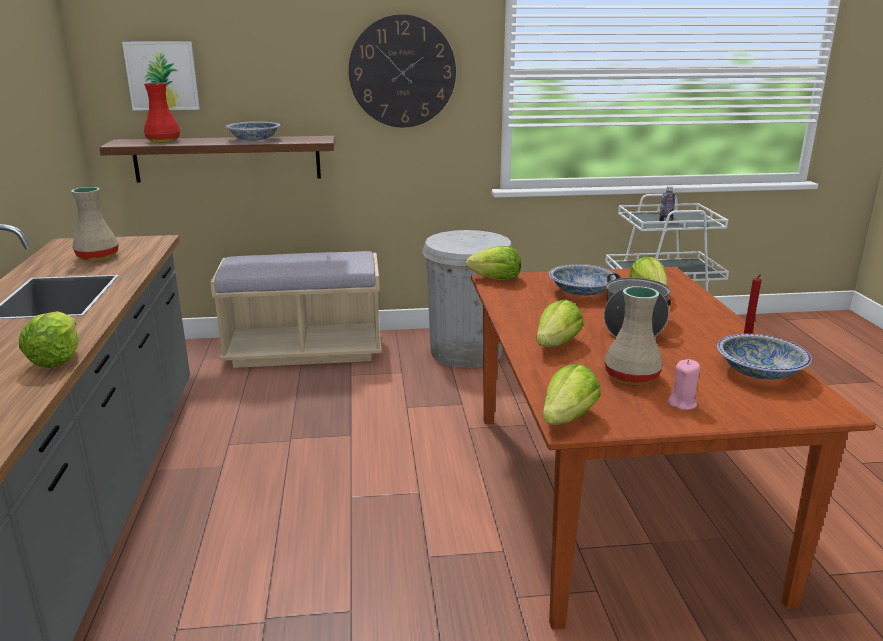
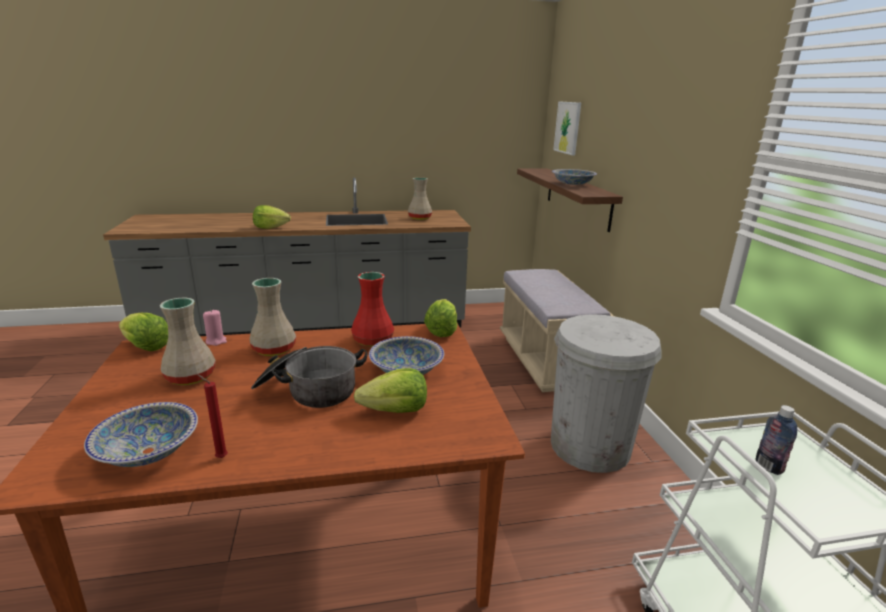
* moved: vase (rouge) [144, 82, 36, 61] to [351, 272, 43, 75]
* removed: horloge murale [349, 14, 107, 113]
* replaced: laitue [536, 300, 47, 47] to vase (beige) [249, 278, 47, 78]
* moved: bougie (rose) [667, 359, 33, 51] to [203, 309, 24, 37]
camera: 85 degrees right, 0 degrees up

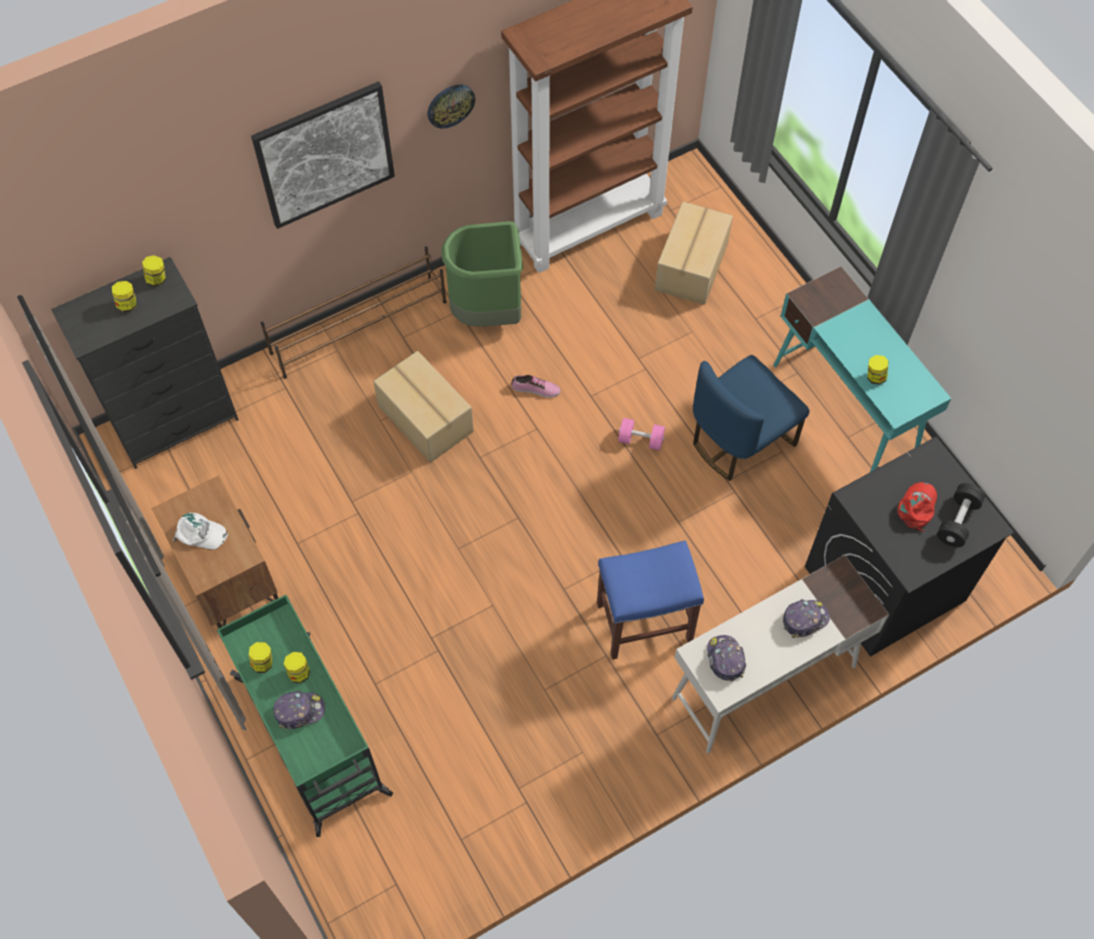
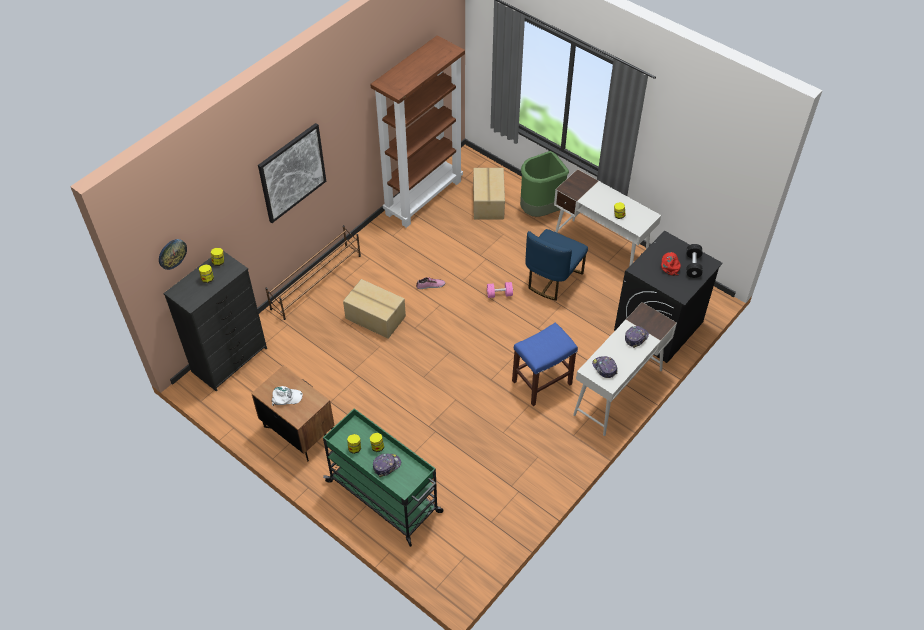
* moved: horloge murale [427, 85, 48, 44] to [159, 239, 28, 31]
* moved: poubelle (vert) [441, 221, 82, 106] to [520, 151, 49, 66]
* recoloured: bureau (turquoise) [773, 266, 178, 206] to bureau (blanc) [554, 169, 107, 98]
camera: 20 degrees left, 10 degrees down

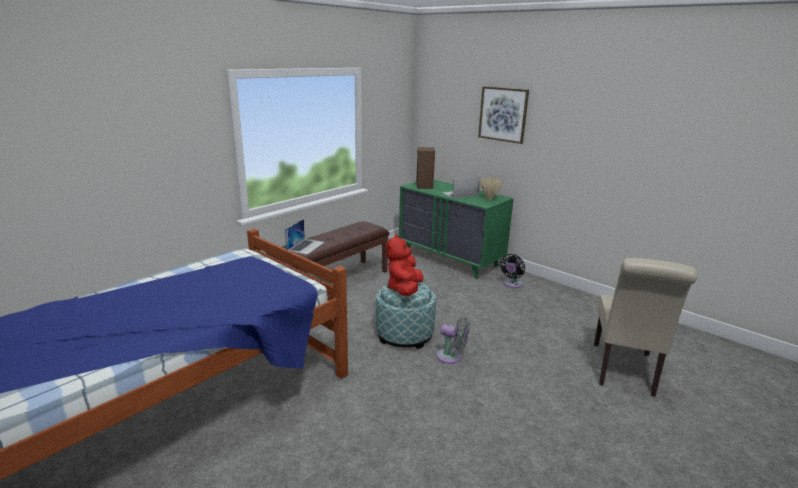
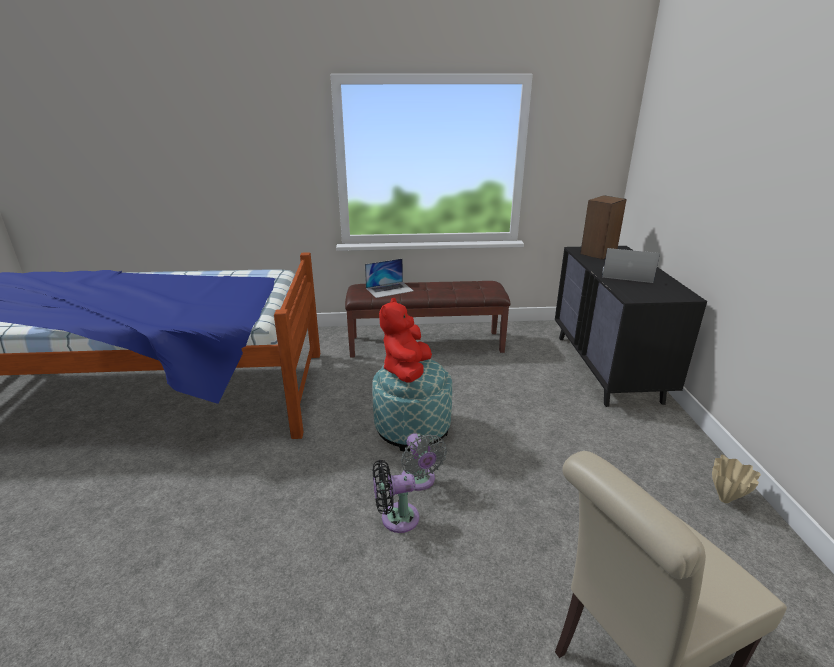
* turned: peluche (rouge) [386, 234, 38, 62] = [379, 298, 53, 85] 45 degrees counterclockwise
* recoloured: commode (vert) [399, 180, 115, 99] to commode (noir) [555, 246, 152, 161]
* removed: tableau [478, 86, 51, 58]
* moved: vase (beige) [480, 178, 22, 22] to [712, 455, 49, 48]
* moved: ventilateur (noir) [500, 254, 25, 34] to [373, 460, 46, 73]
camera: 45 degrees right, 5 degrees up

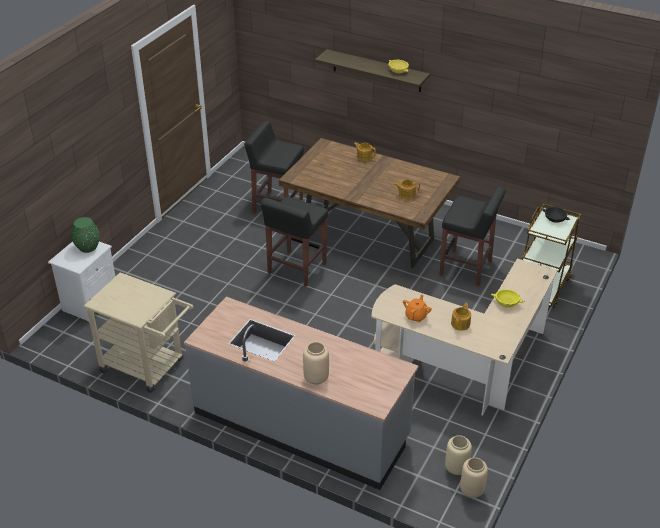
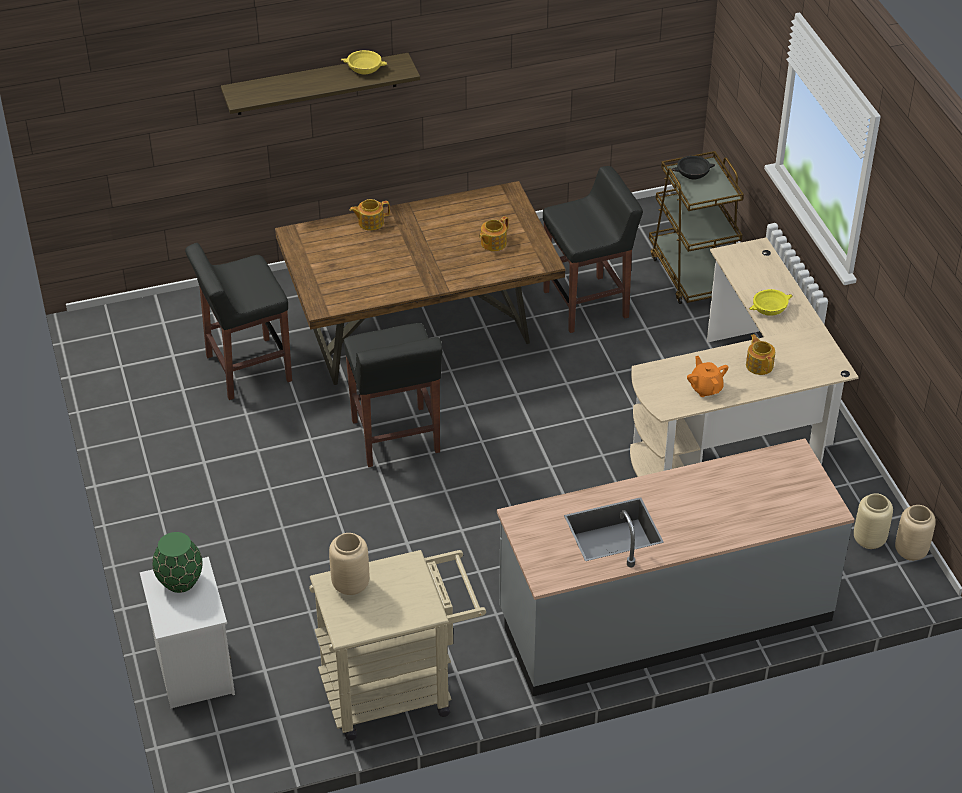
* moved: vase (beige) [303, 342, 26, 43] to [329, 533, 40, 62]
camera: 45 degrees left, 5 degrees up

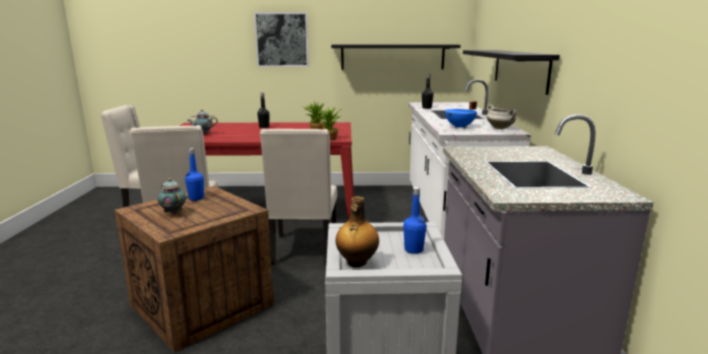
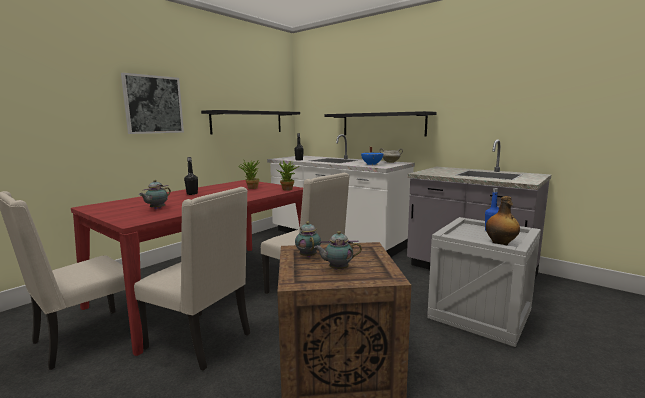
* replaced: bouteille (bleu) [185, 148, 20, 53] to théière [295, 221, 26, 37]
camera: 50 degrees left, 5 degrees down

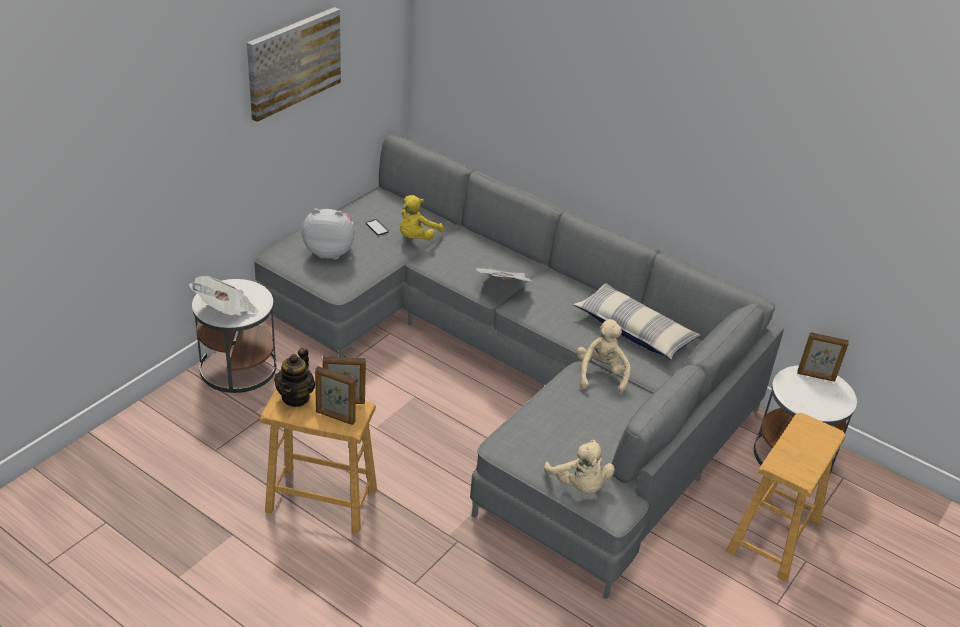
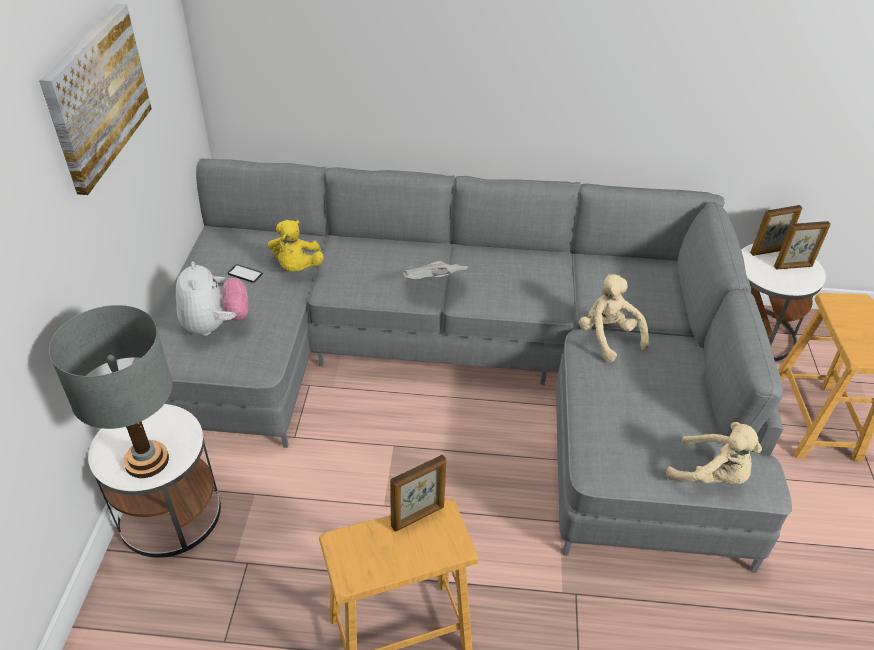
* replaced: journal [189, 276, 70, 40] to lampe de table (gris) [49, 305, 123, 173]
* removed: théière [274, 348, 41, 59]
* turned: peluche [302, 209, 53, 50] = [176, 262, 73, 74] 105 degrees clockwise
* moved: cadre photo [315, 366, 41, 59] to [774, 221, 57, 48]
* removed: coussin [573, 283, 128, 77]
camera: 30 degrees left, 5 degrees up

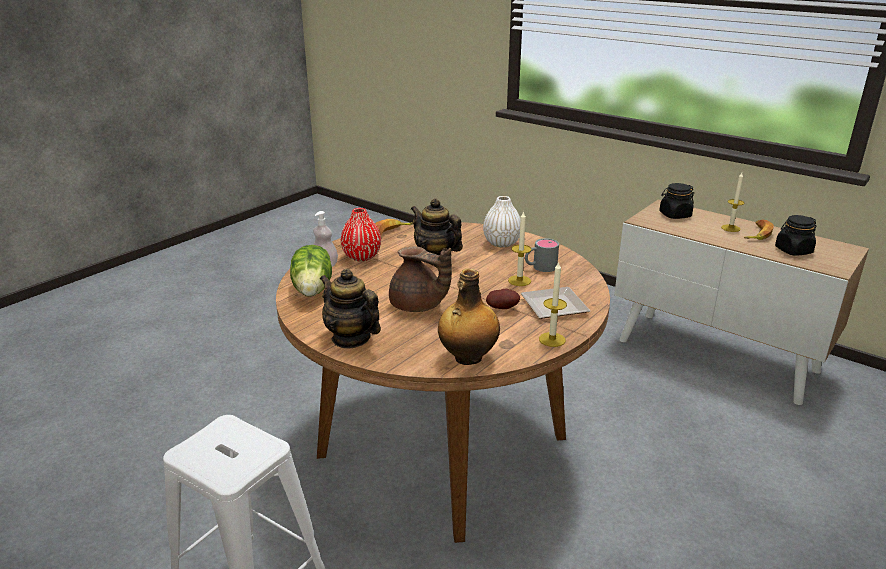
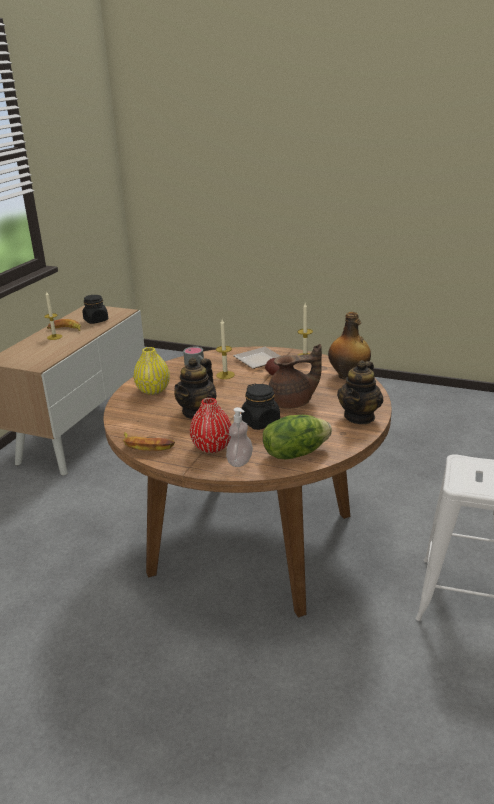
* turned: théière (marron) [389, 246, 63, 66] = [269, 344, 53, 65] 60 degrees clockwise
* recoloured: vase (blanc) [483, 196, 38, 51] to vase (jaune) [133, 347, 37, 48]
* moved: bocal (noir) [659, 183, 35, 36] to [241, 384, 39, 46]
camera: 105 degrees left, 0 degrees up

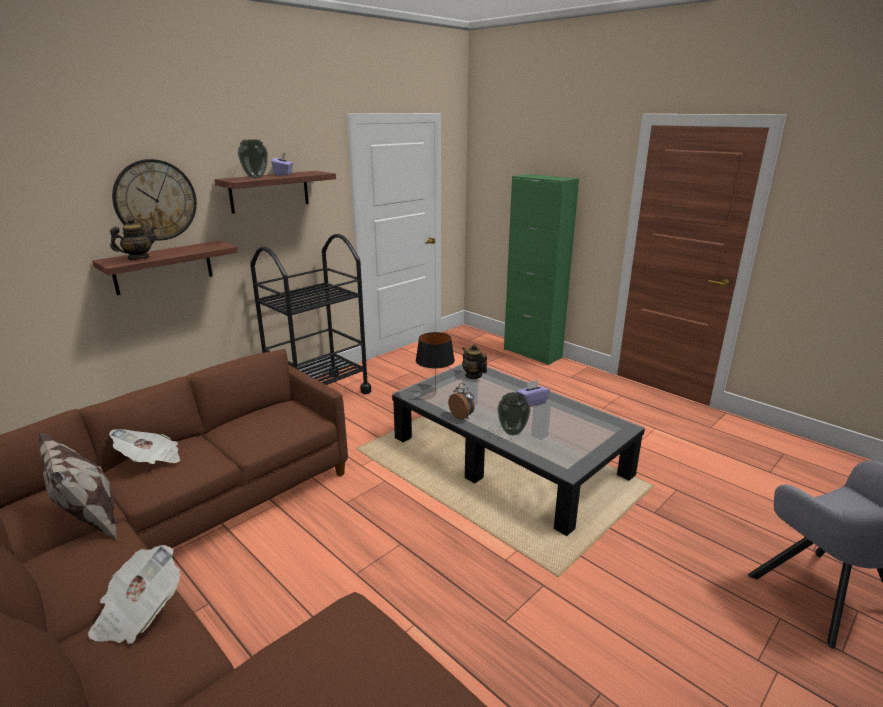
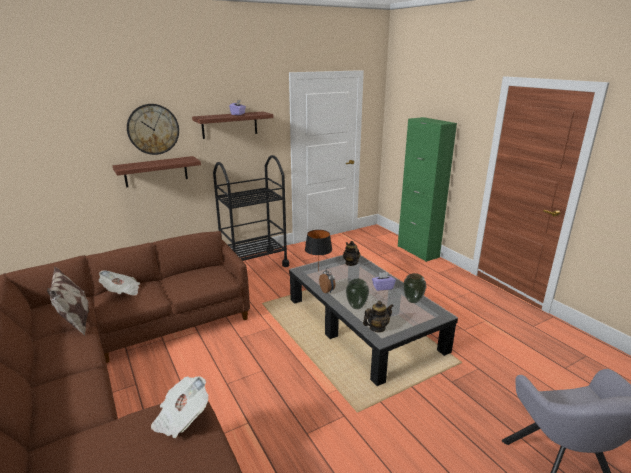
* moved: journal [88, 545, 92, 99] to [151, 376, 58, 62]
* moved: théière [110, 217, 46, 43] to [363, 301, 30, 31]
* moved: vase [238, 140, 30, 38] to [403, 273, 23, 30]
camera: 15 degrees right, 0 degrees up

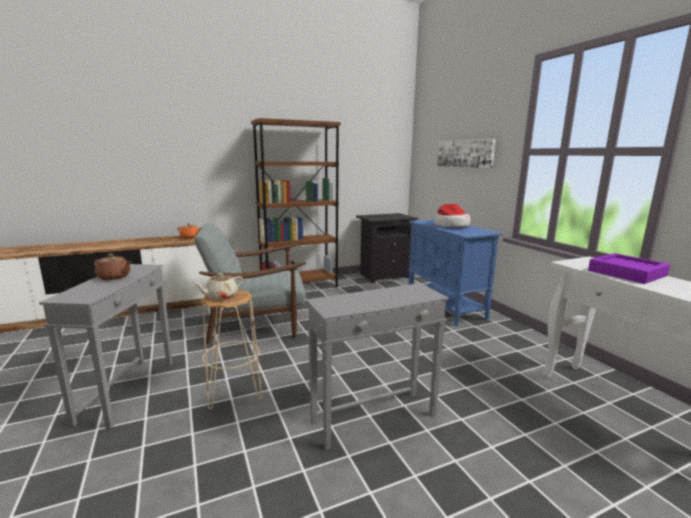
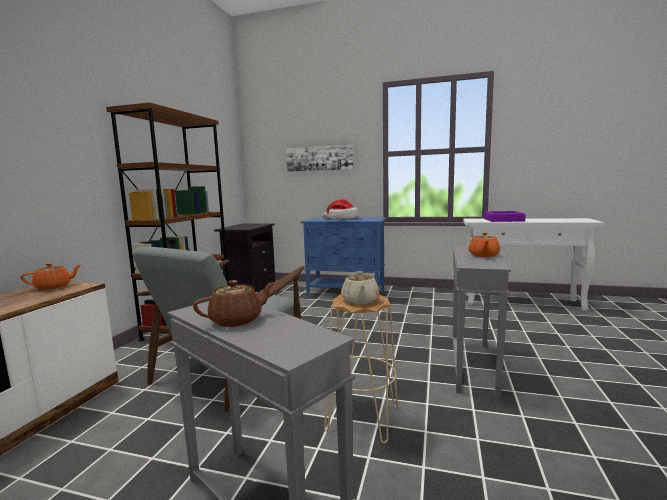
* added: théière (orange) [468, 232, 32, 25]
camera: 50 degrees left, 5 degrees down

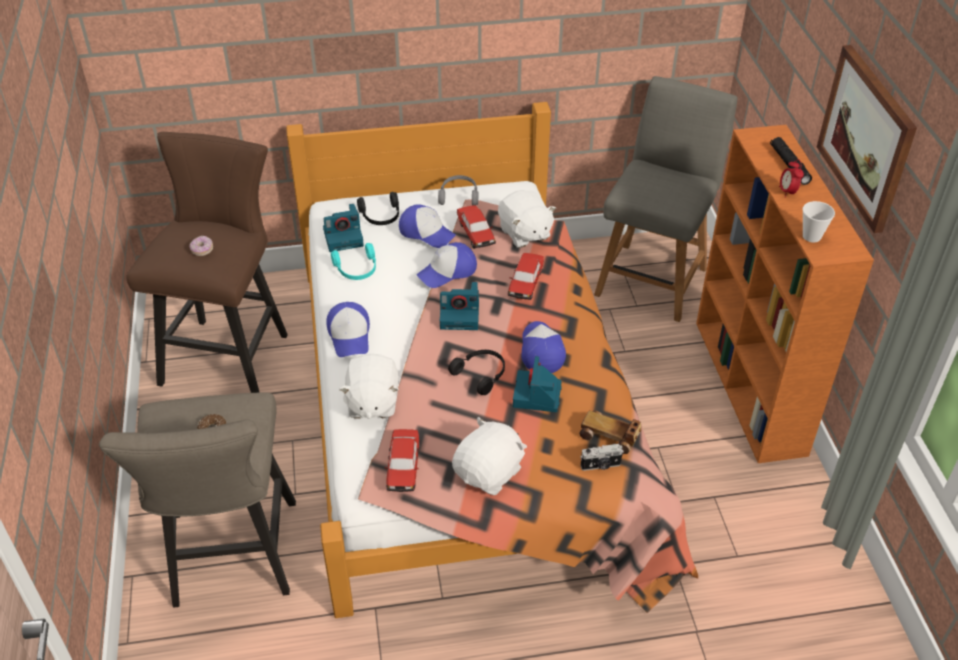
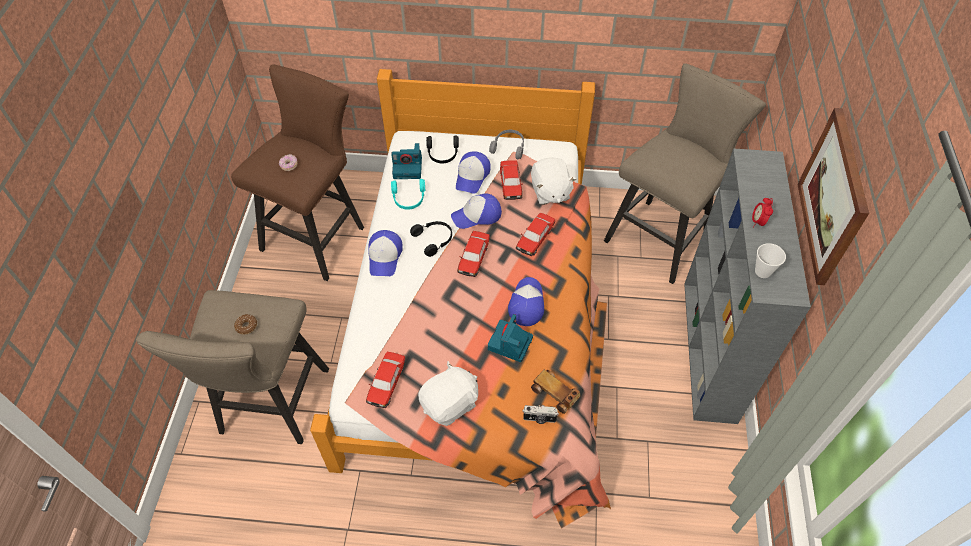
* removed: peluche (blanc) [339, 354, 60, 65]
* turned: casquette [399, 205, 57, 43] = [456, 151, 35, 43] 60 degrees clockwise
* replaced: appareil photo [440, 282, 39, 48] to petite voiture [457, 231, 33, 46]
* moved: casque audio (noir) [448, 350, 57, 45] to [410, 221, 42, 36]
* replaced: chaise (gris) [594, 76, 143, 246] to tabouret (beige) [604, 63, 162, 221]
* recoloured: bibliothèque (orange) [696, 125, 178, 338] to bibliothèque (gris) [684, 148, 127, 276]
* removed: lampe de poche (noir) [770, 137, 42, 48]
camera: 15 degrees right, 10 degrees up

